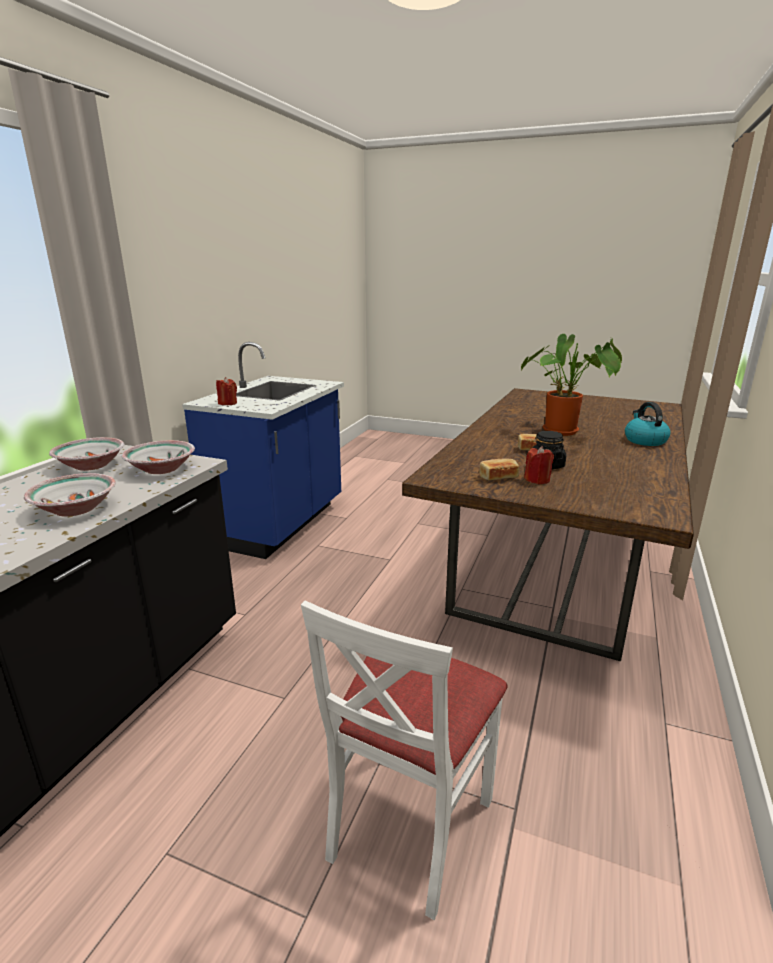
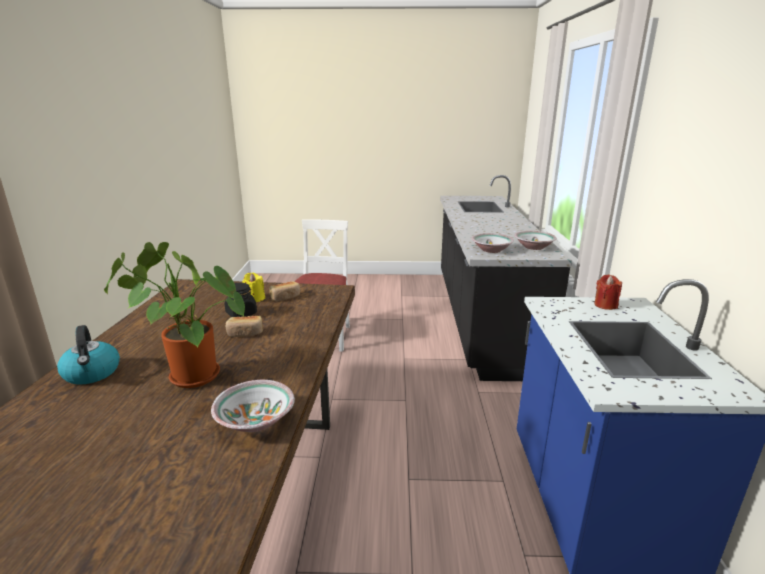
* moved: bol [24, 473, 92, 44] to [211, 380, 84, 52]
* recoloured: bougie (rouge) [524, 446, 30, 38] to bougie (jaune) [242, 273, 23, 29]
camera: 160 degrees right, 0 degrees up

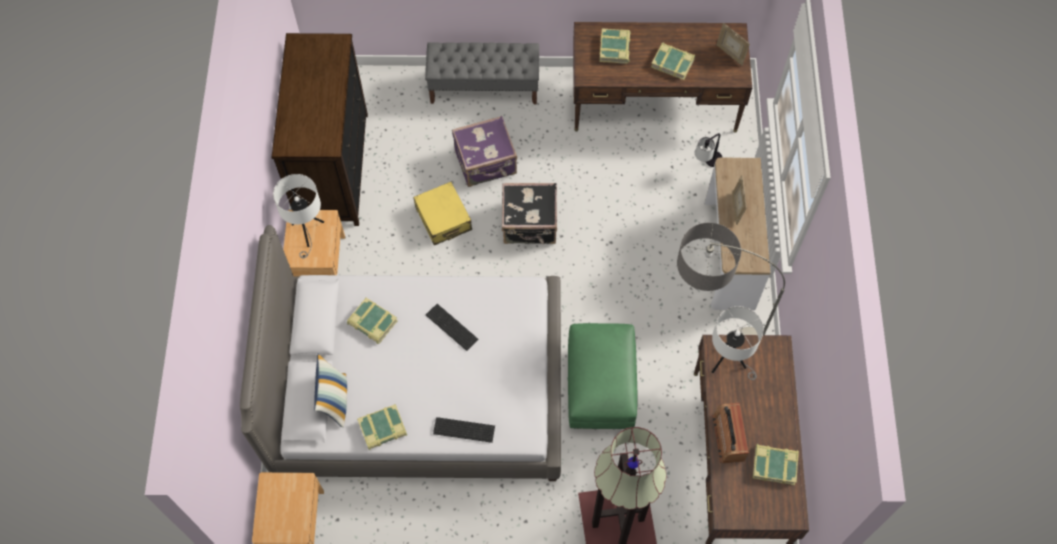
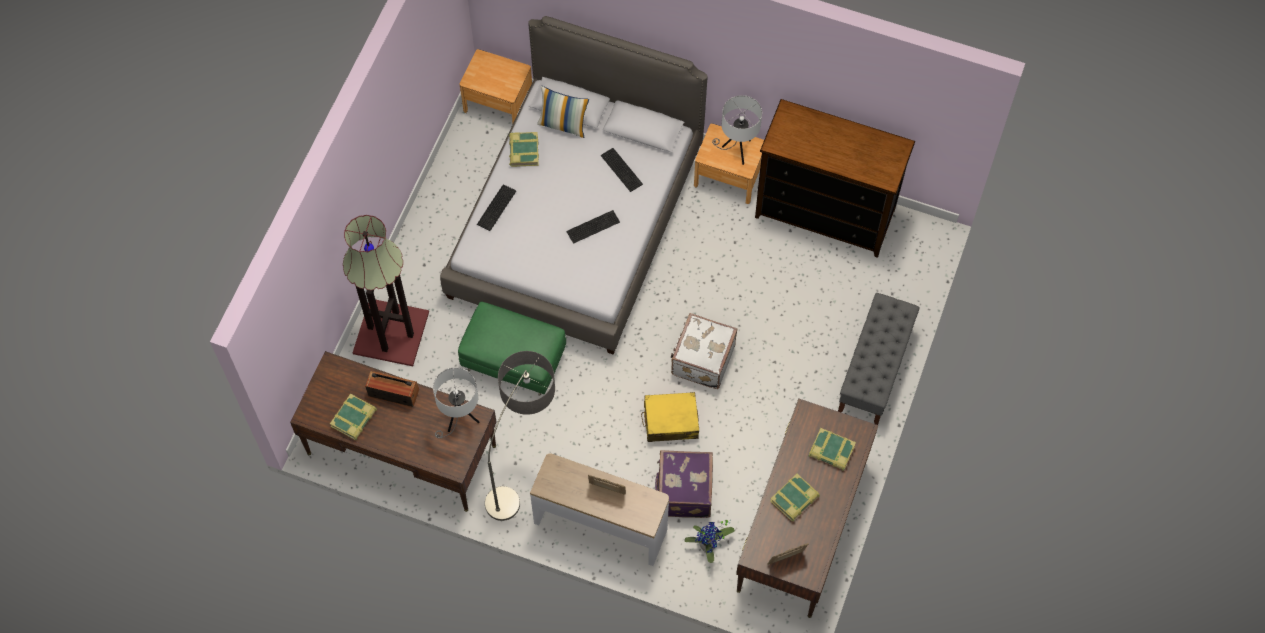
* replaced: livre [347, 298, 51, 46] to clavier [601, 148, 42, 44]
* moved: valise (jaune) [413, 182, 59, 63] to [641, 392, 58, 50]
* moved: valise (violet) [452, 116, 65, 71] to [655, 450, 58, 68]
* recoloured: valise (noir) [502, 183, 55, 61] to valise (blanc) [671, 313, 66, 76]
* replaced: lampe de table [695, 133, 27, 34] to plante en pot [685, 520, 50, 43]
camera: 110 degrees right, 0 degrees up

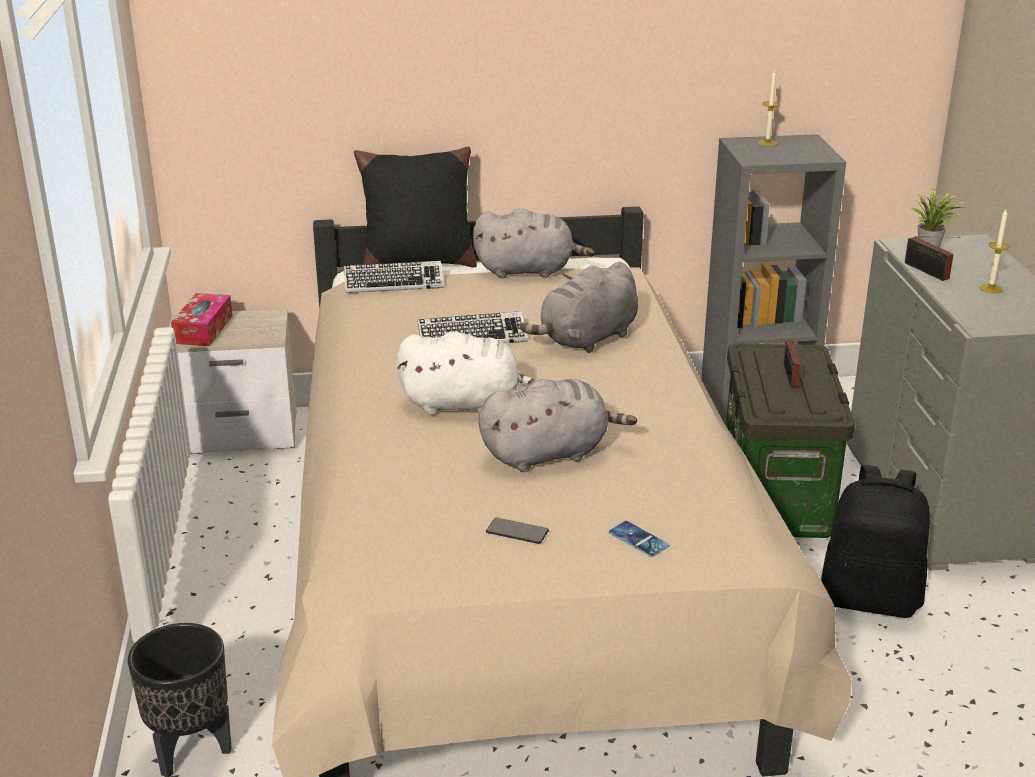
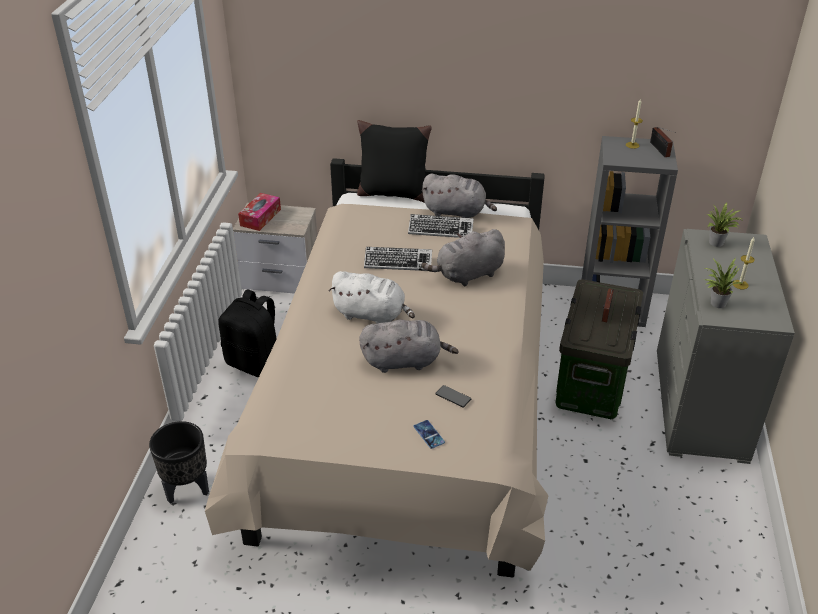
* moved: clavier [344, 261, 100, 32] to [408, 214, 66, 24]
* moved: téléphone [486, 517, 63, 27] to [435, 385, 36, 23]
* moved: sac à dos (noir) [821, 465, 109, 153] to [218, 289, 58, 89]
* moved: radio [905, 236, 55, 45] to [650, 127, 26, 30]
* added: plante en pot [705, 258, 38, 50]
camera: 15 degrees right, 10 degrees up

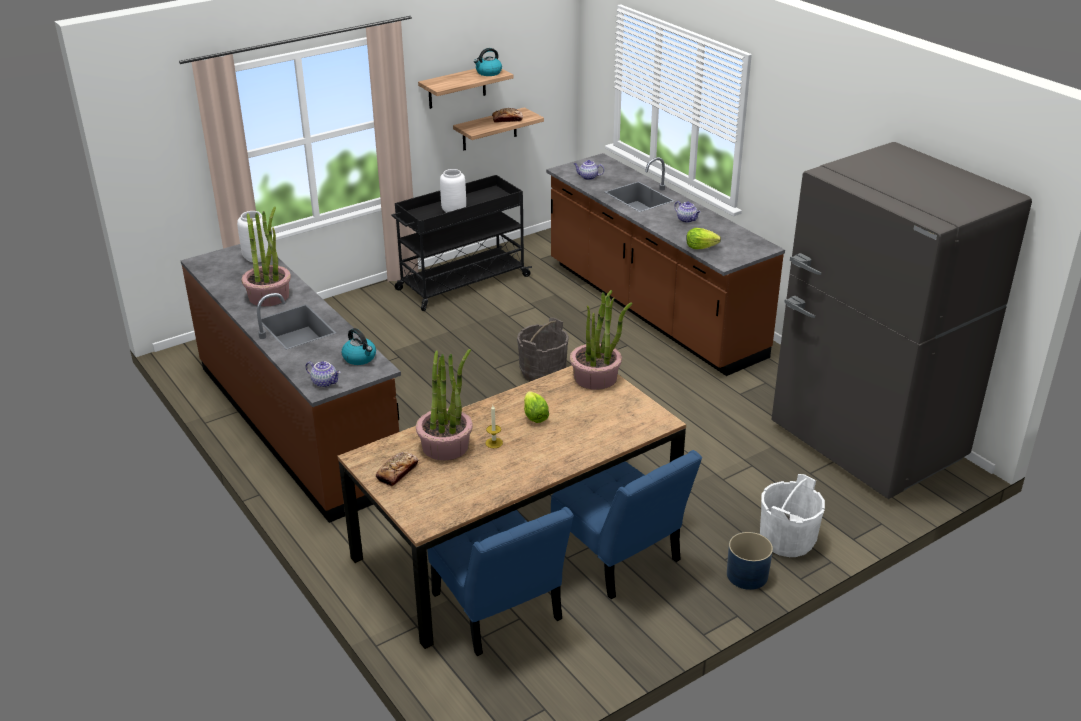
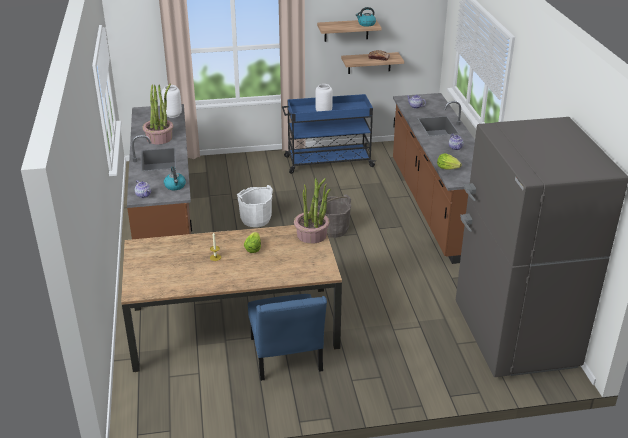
* removed: pain [376, 452, 42, 34]
* recoloured: chariot (noir) [391, 175, 141, 136] to chariot (bleu) [282, 94, 94, 80]
* removed: plante en pot [416, 349, 57, 111]
* removed: chaise (bleu) [427, 507, 147, 149]
* removed: cache-pot (bleu) [727, 532, 46, 58]
* moved: seau (blanc) [760, 474, 65, 83] to [237, 185, 36, 42]
camera: 25 degrees right, 0 degrees up

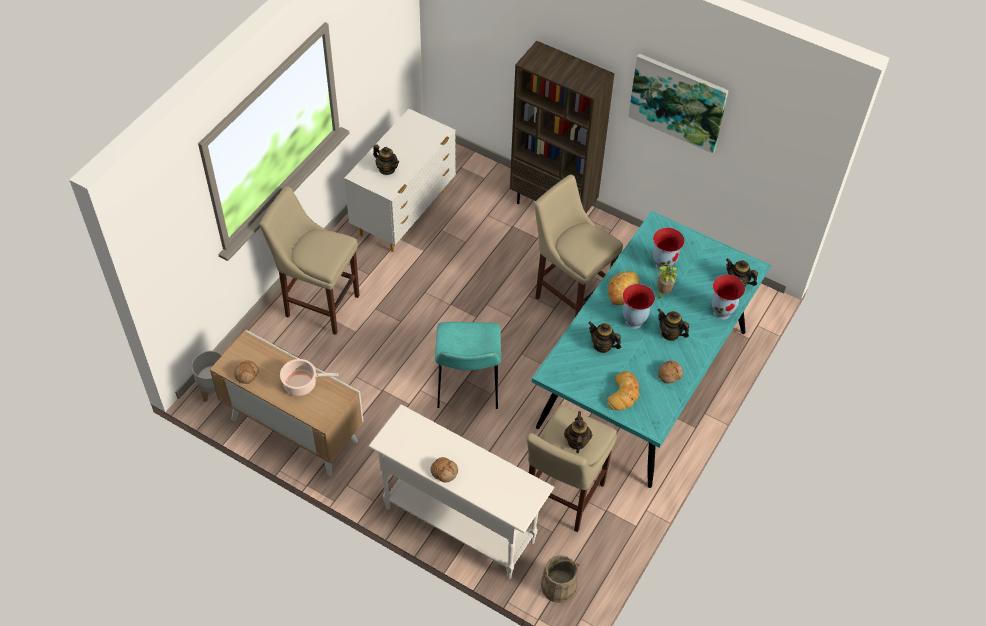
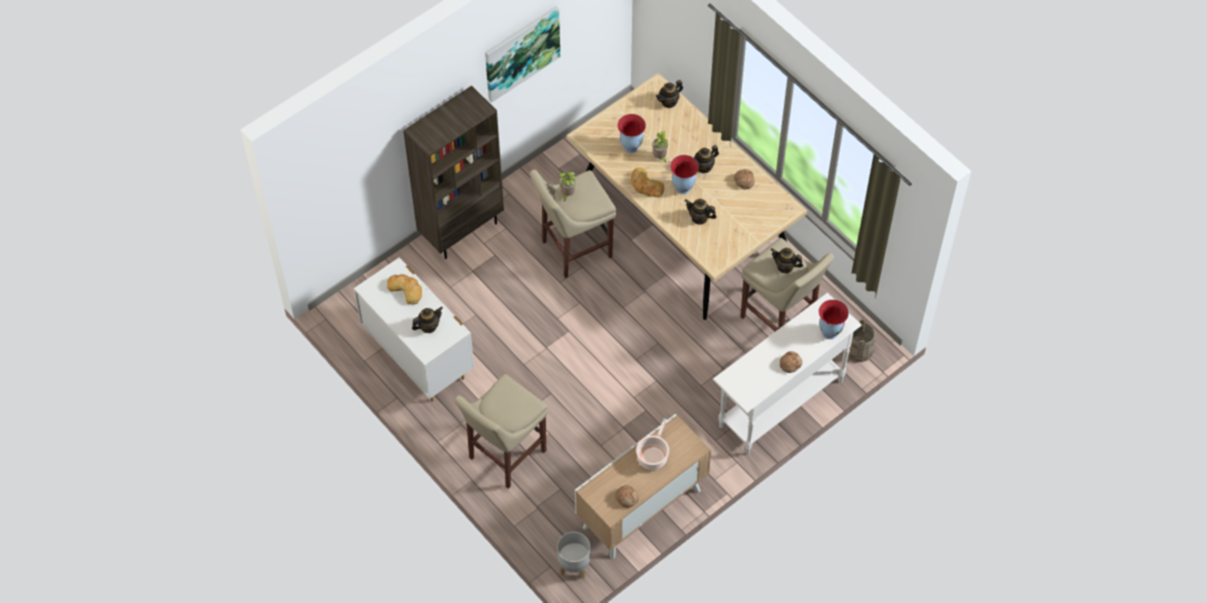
* removed: chaise (turquoise) [435, 322, 67, 87]
* recoloured: table à manger (turquoise) [532, 211, 239, 277] to table à manger (beige) [567, 73, 240, 247]
* turned: théière [588, 321, 33, 32] = [685, 199, 32, 26] 60 degrees clockwise
* moved: pain [607, 371, 32, 39] to [387, 274, 35, 30]
* moved: vase [711, 275, 34, 45] to [819, 299, 30, 40]
* added: plante en pot [558, 171, 18, 30]
camera: 70 degrees left, 5 degrees up

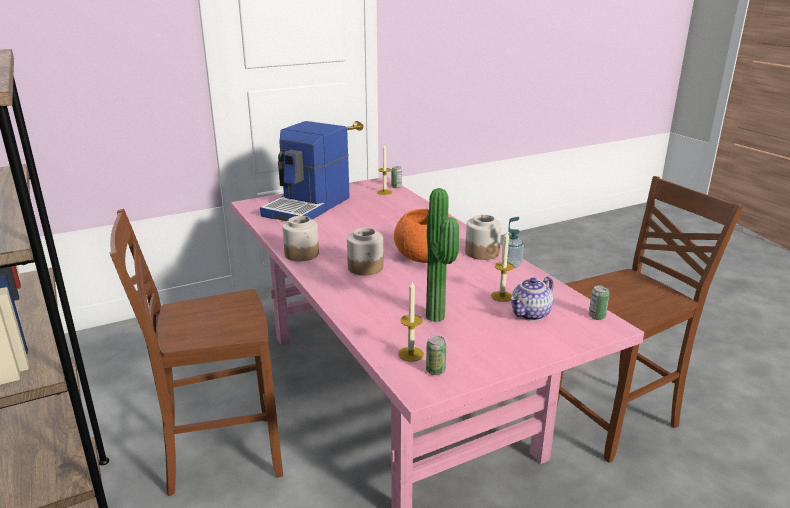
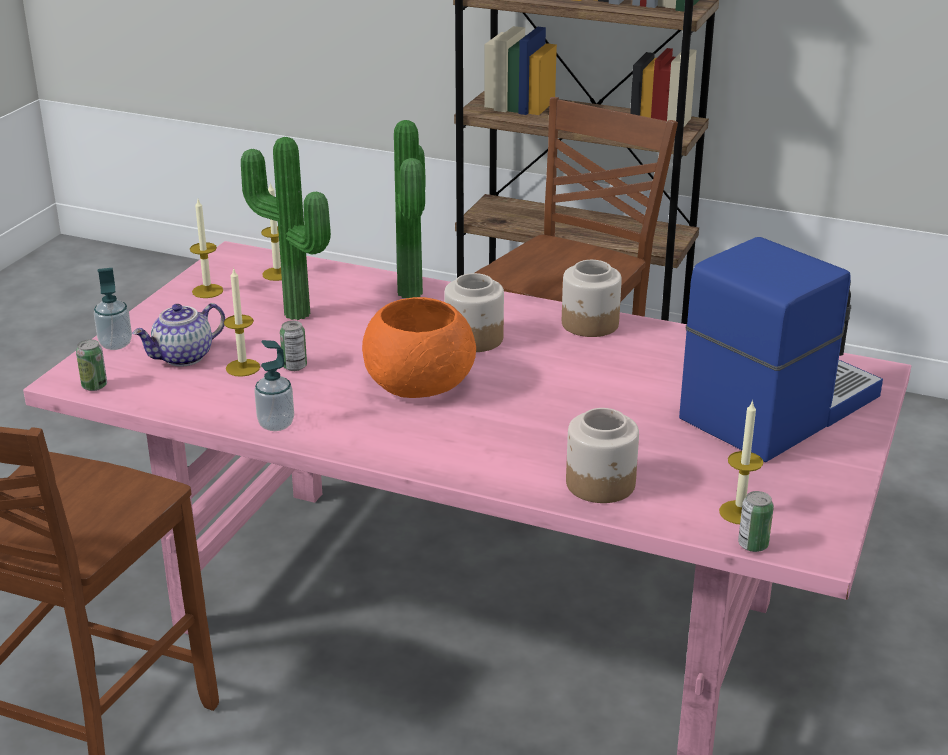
* turned: machine à café [260, 121, 90, 100] = [679, 237, 204, 225] 60 degrees clockwise
* moved: boîte métallique [426, 336, 20, 39] to [280, 321, 27, 50]
* moved: bocal [465, 214, 36, 46] to [566, 408, 73, 95]
* turned: théière [511, 276, 43, 45] = [132, 303, 93, 64] 135 degrees counterclockwise
* added: distributeur de savon [94, 268, 38, 82]
* added: bougie [190, 199, 33, 99]
* added: plante en pot [394, 120, 32, 178]
camera: 140 degrees right, 5 degrees up

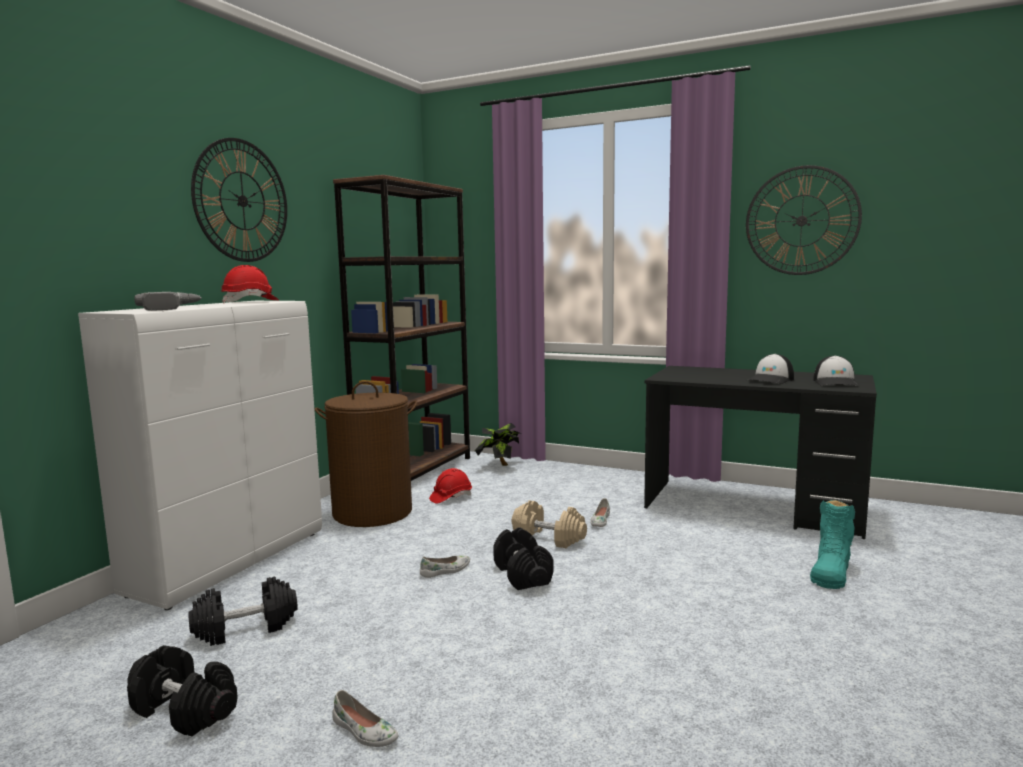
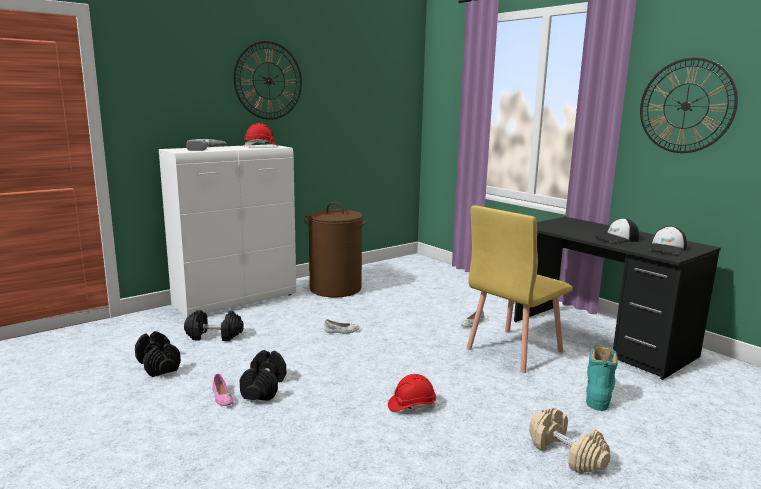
* recoloured: chaussure (blanc) [332, 690, 66, 57] to chaussure (rose) [212, 374, 22, 32]
* removed: bibliothèque (marron) [333, 175, 137, 306]
* moved: casque de chantier (rouge) [429, 468, 43, 35] to [388, 374, 48, 38]
* removed: plante en pot [475, 423, 46, 43]
* moved: haltère (noir) [493, 528, 60, 62] to [240, 350, 46, 51]
* moved: haltère (beige) [512, 500, 75, 48] to [529, 408, 81, 66]
* turned: botte (turquoise) [810, 500, 45, 89] = [586, 345, 32, 66] 150 degrees clockwise
* added: chaise (jaune) [466, 205, 107, 168]
camera: 25 degrees right, 5 degrees up

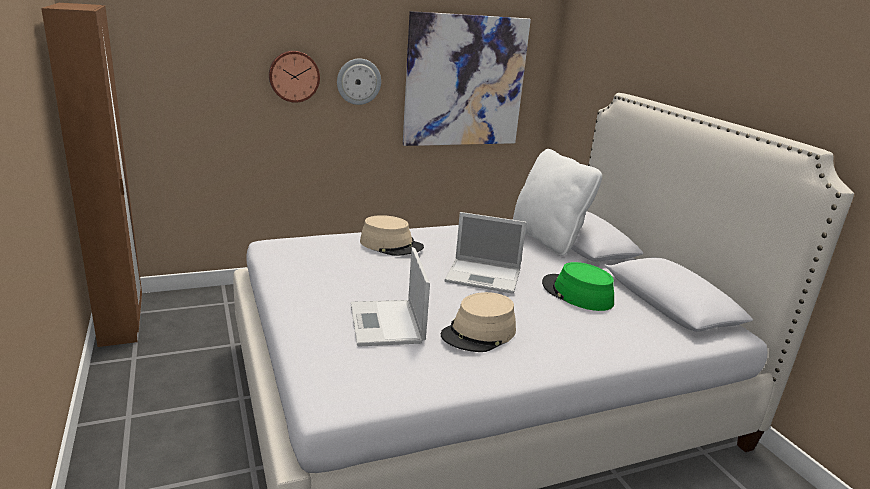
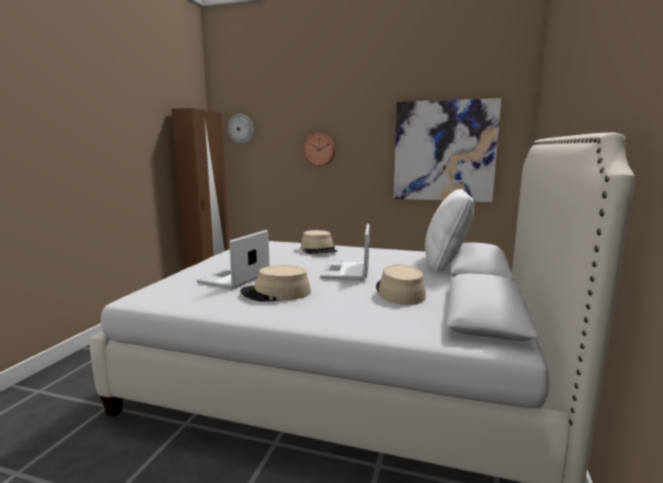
* moved: horloge murale [337, 58, 44, 47] to [228, 114, 26, 30]
* turned: ordinateur portable [445, 212, 82, 82] = [320, 224, 50, 56] 45 degrees clockwise
* recoloured: chapeau (vert) [542, 262, 72, 49] to chapeau (beige) [376, 265, 50, 40]
camera: 40 degrees right, 10 degrees down

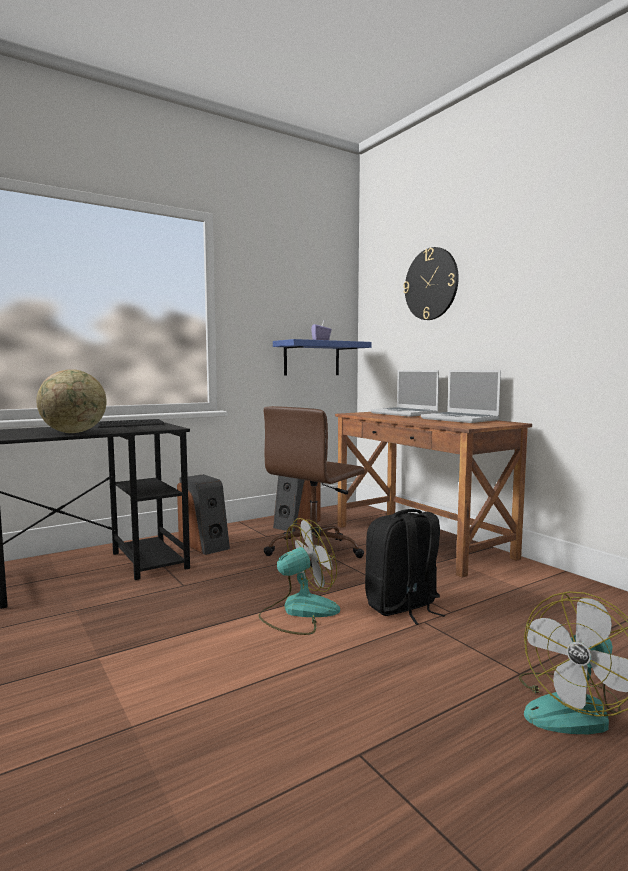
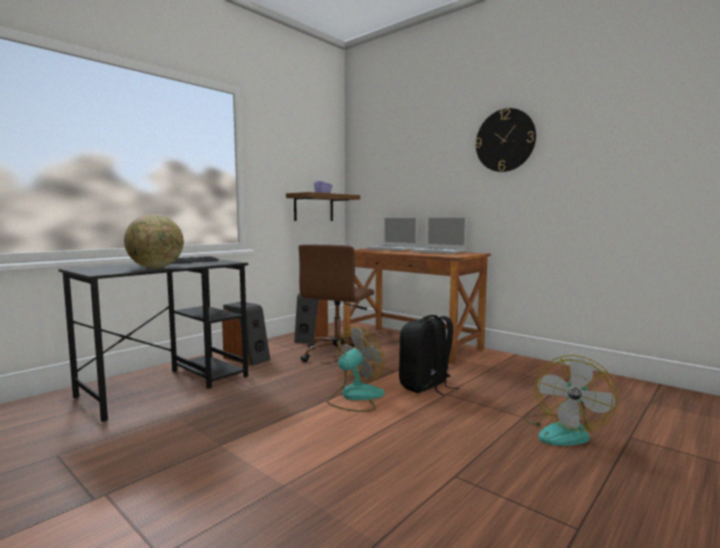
* recoloured: étagère (bleu) [273, 339, 99, 37] to étagère (marron) [286, 192, 74, 29]
* moved: horloge murale [403, 247, 56, 73] to [475, 108, 61, 64]
camera: 15 degrees left, 0 degrees up

